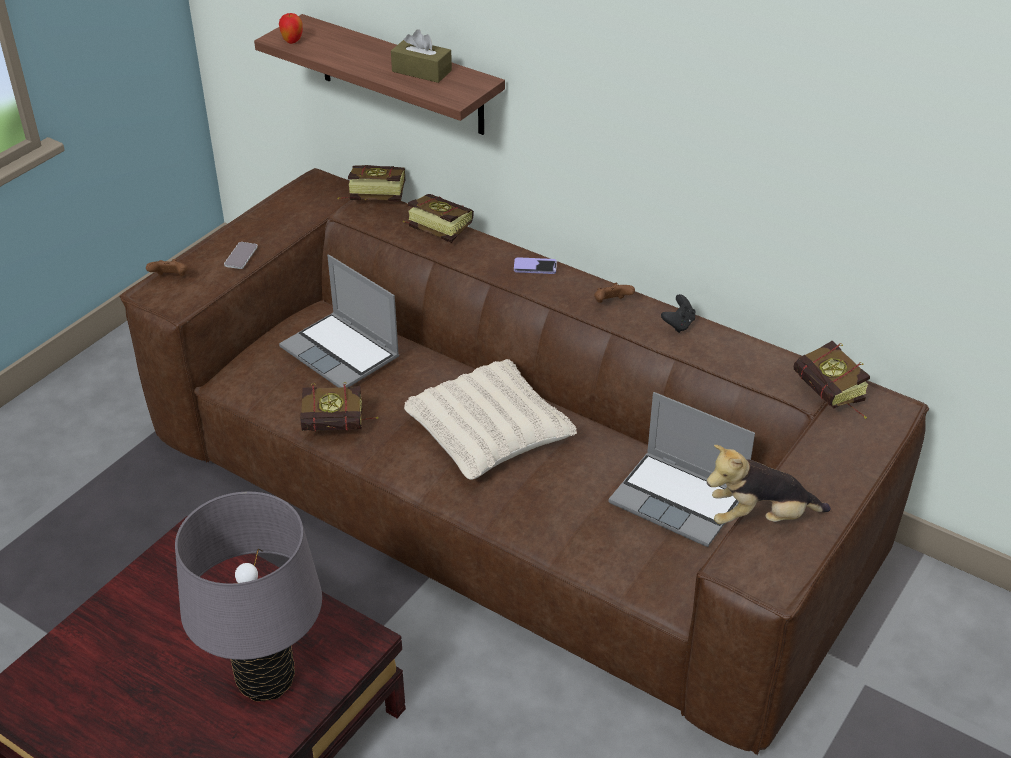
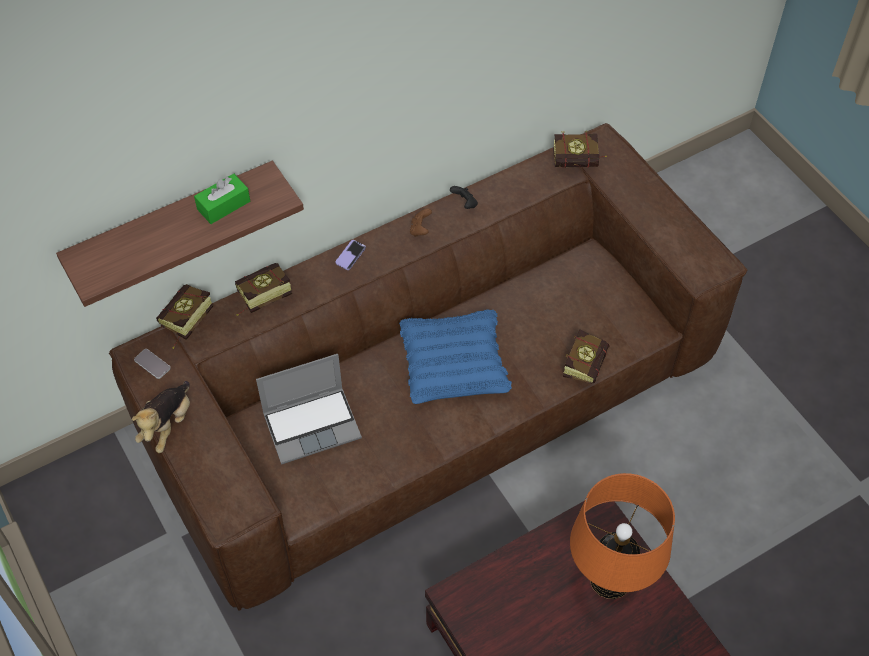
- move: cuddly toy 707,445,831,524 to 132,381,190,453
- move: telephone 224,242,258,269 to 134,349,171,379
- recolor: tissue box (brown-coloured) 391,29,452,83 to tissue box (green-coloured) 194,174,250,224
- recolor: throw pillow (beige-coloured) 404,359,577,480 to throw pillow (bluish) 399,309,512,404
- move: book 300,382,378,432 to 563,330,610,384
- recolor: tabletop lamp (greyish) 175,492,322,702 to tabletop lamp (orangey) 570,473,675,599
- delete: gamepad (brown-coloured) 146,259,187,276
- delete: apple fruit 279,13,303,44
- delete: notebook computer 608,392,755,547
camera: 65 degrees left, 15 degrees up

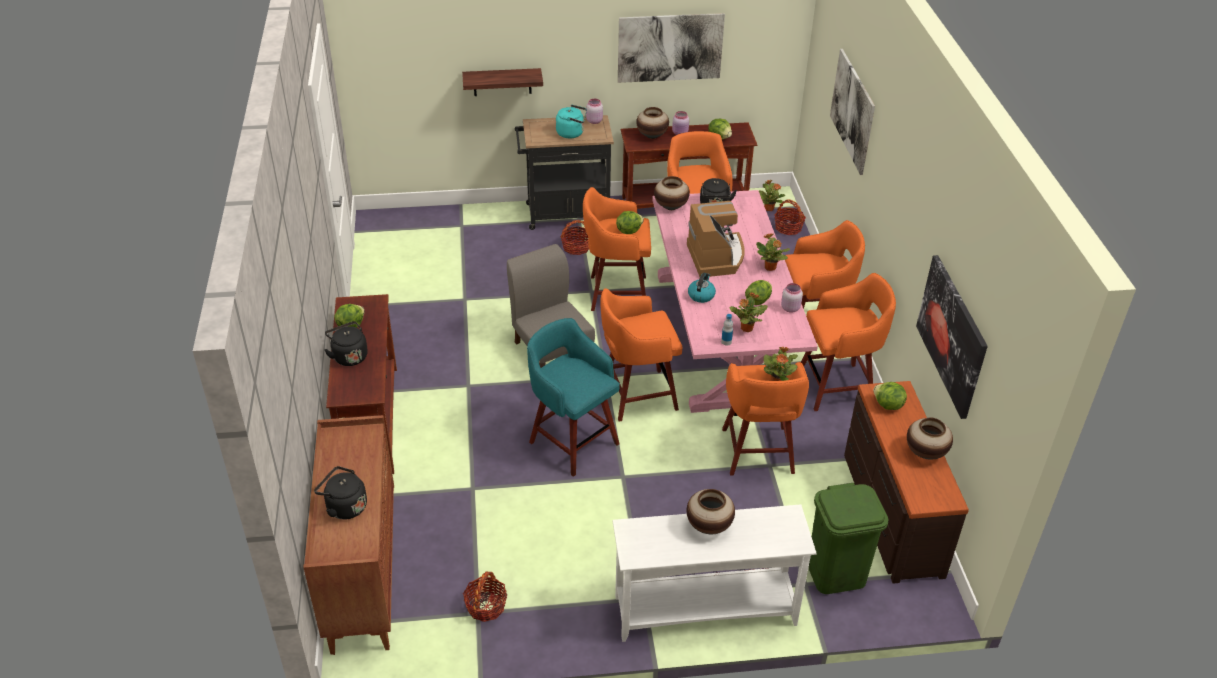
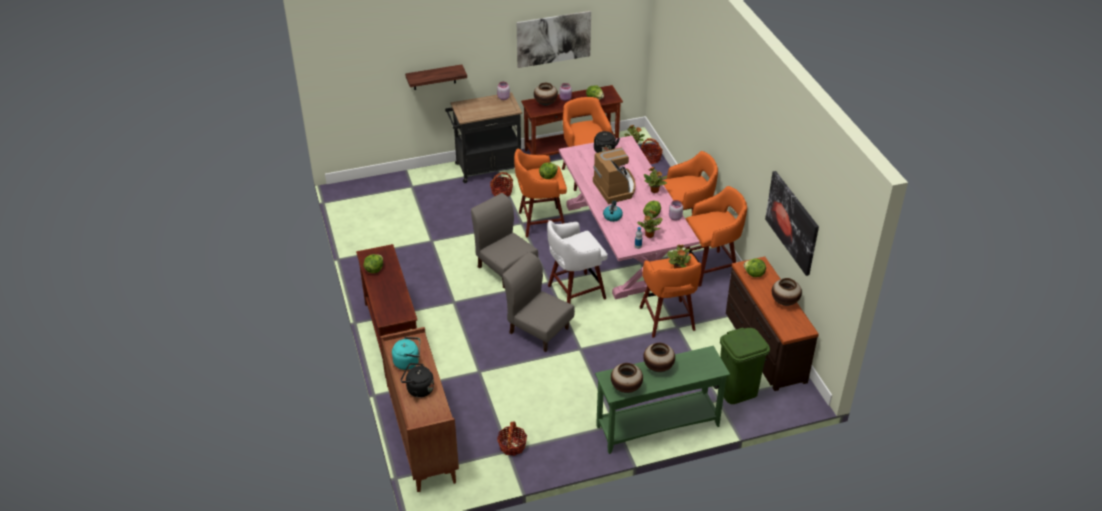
- move: kettle (turquoise) 556,105,587,138 to 392,337,420,370
- replace: sitting stool (turquoise) 527,318,620,477 to plain chair (greyish) 503,252,575,352
- recolor: sitting stool (orangey) 601,288,682,422 to sitting stool (white-coloured) 547,220,608,303
- recolor: hall table (white-coloured) 613,504,817,642 to hall table (green-coloured) 595,346,730,454
- move: decorative vase 654,176,690,210 to 611,363,643,393
- delete: kettle (black-coloured) 325,321,368,366
- delete: wall picture 830,49,875,175
camera: 10 degrees left, 0 degrees up

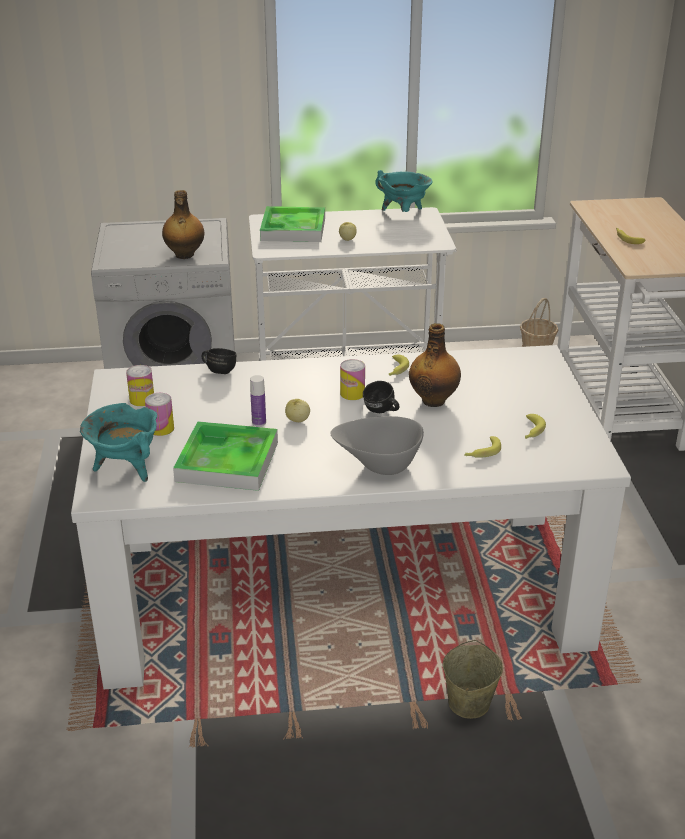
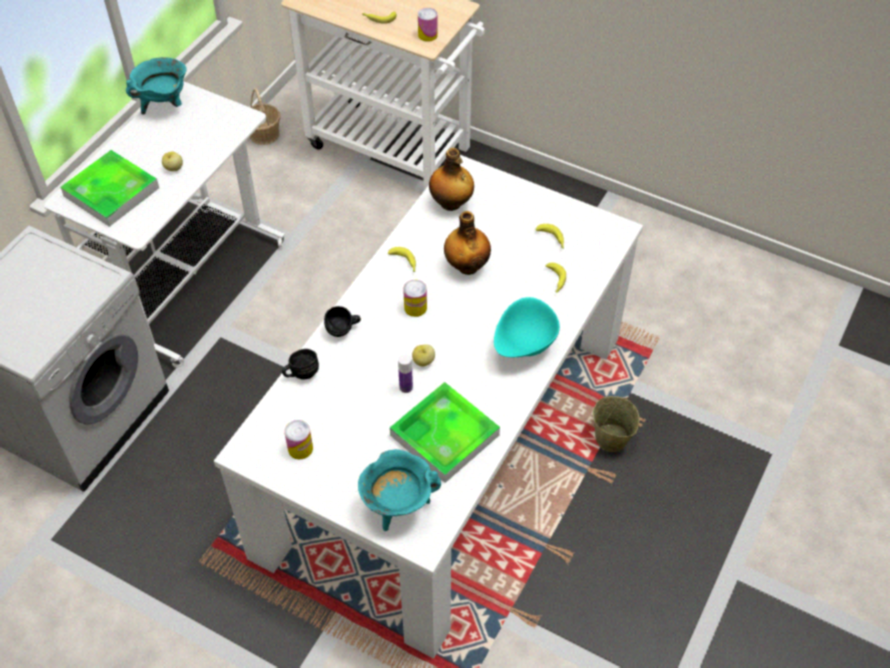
- move: coffee mug (black-coloured) 363,381,400,413 to 324,306,361,337
- move: can 145,393,174,436 to 418,8,438,42
- move: bottle 162,190,204,259 to 429,148,474,211
- recolor: serving bowl (greyish) 330,416,424,475 to serving bowl (turquoise) 494,297,560,357
camera: 55 degrees left, 20 degrees up

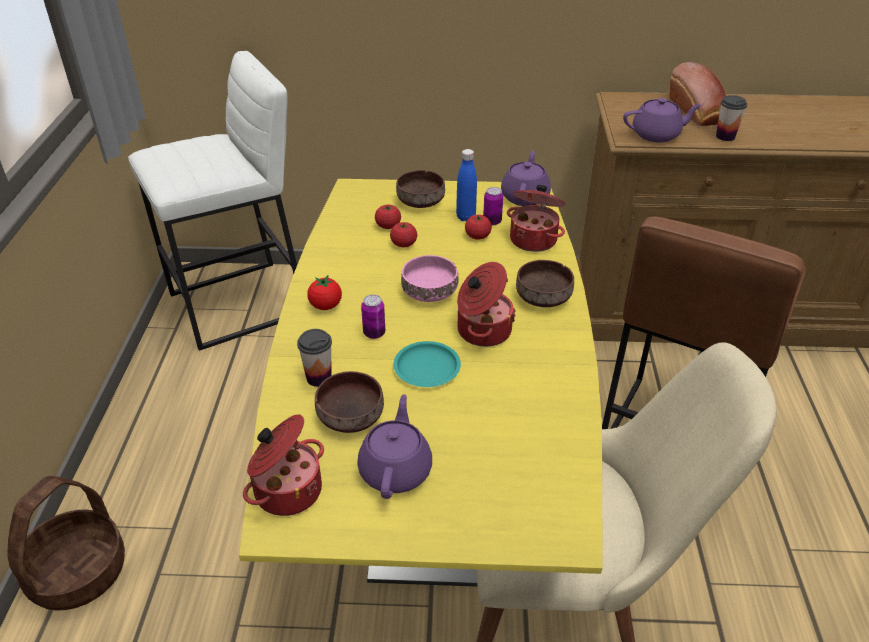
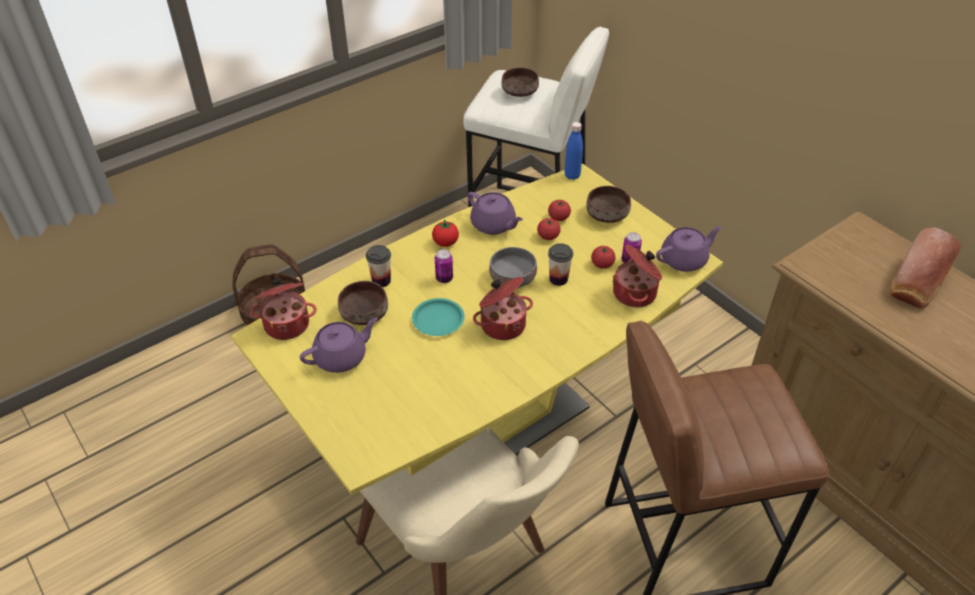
- move: teapot (purplish) 623,98,702,142 to 467,192,523,235
- recolor: serving bowl (pink) 401,255,459,302 to serving bowl (greyish) 489,247,537,288
- move: serving bowl (brown-coloured) 516,260,574,307 to 501,68,539,97
- move: cup 716,95,747,141 to 548,243,573,286
- move: bottle (bluish) 456,149,477,221 to 564,122,583,180
camera: 50 degrees right, 5 degrees up

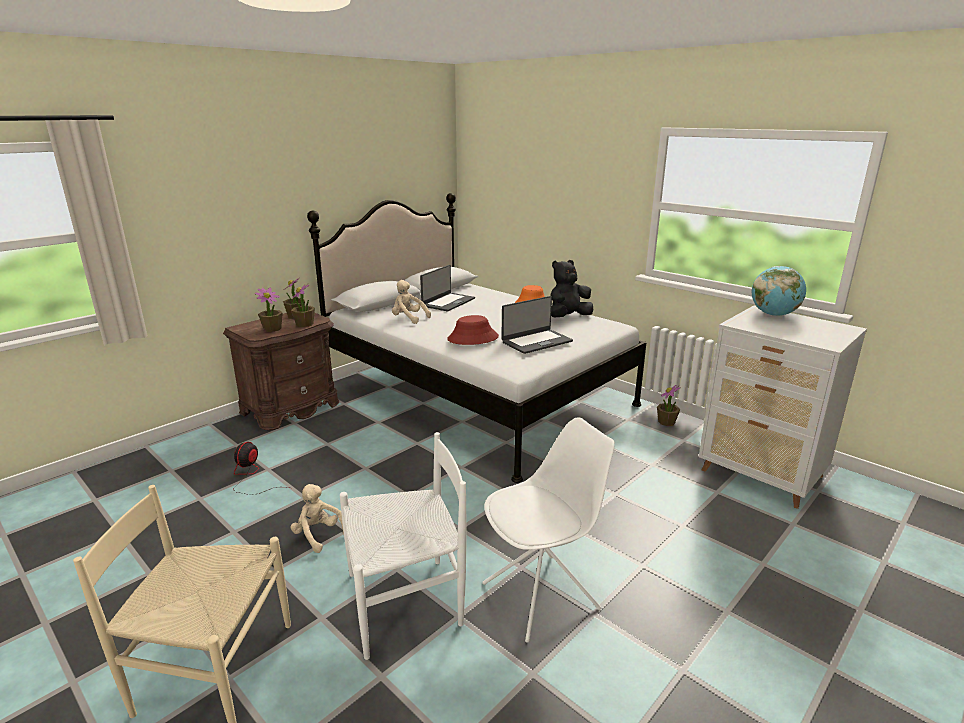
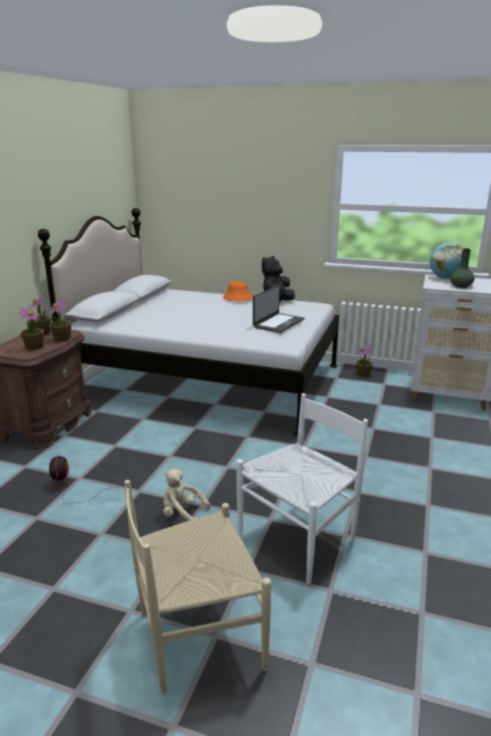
- insert: decorative vase (green-coloured) 450,248,475,288
- delete: cuddly toy (beige-coloured) 392,280,431,324
- delete: notebook computer 420,265,475,311
- delete: clothing hat (red) 447,315,499,345
- delete: plain chair (white-coloured) 482,417,615,643
camera: 25 degrees left, 0 degrees up

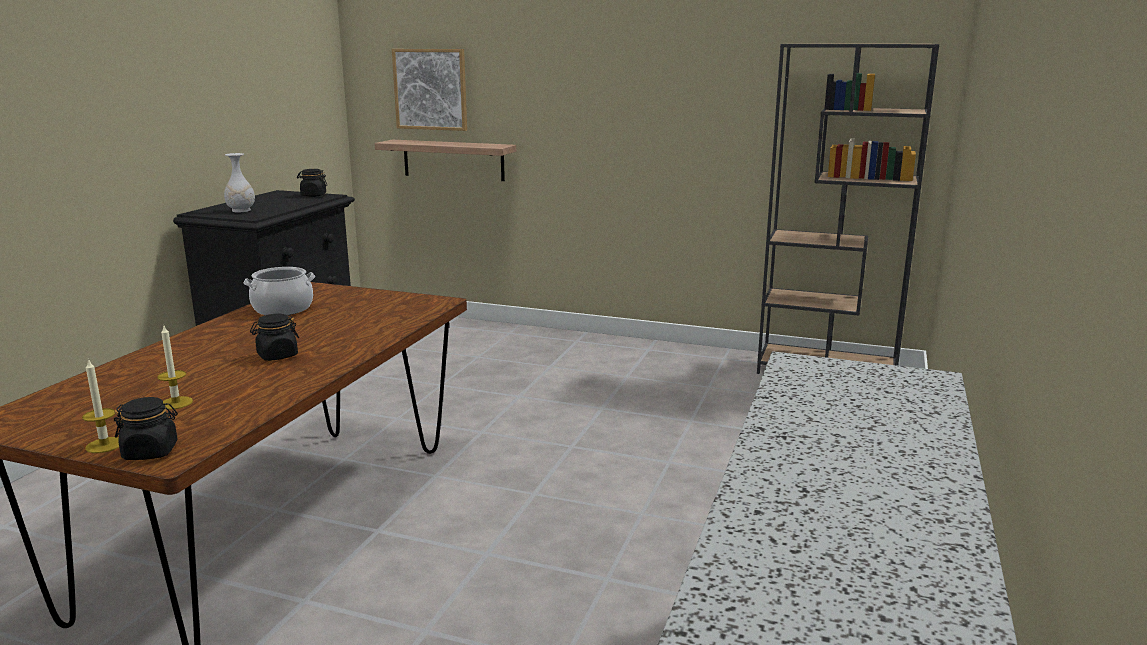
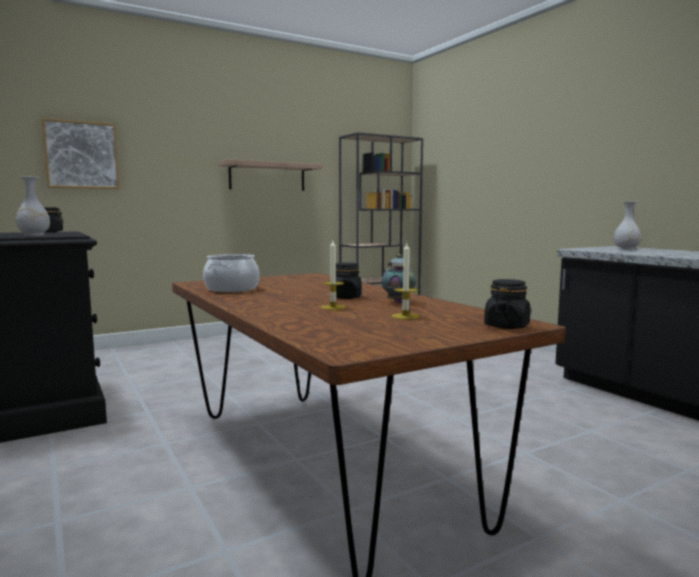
- move: bracket shelf 375,140,516,181 to 218,159,323,191
- move: wax candle 82,358,119,453 to 321,240,346,310
- insert: teapot 381,254,416,303
- insert: decorative vase (white-coloured) 614,202,641,250
camera: 50 degrees left, 10 degrees down

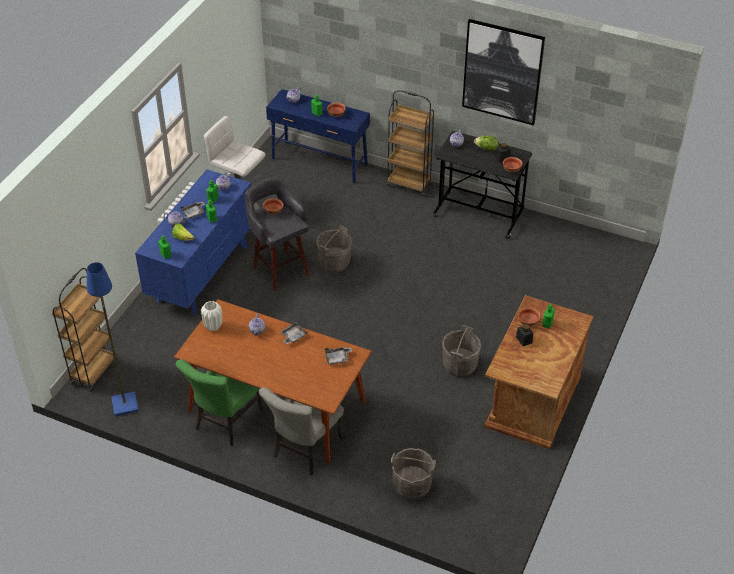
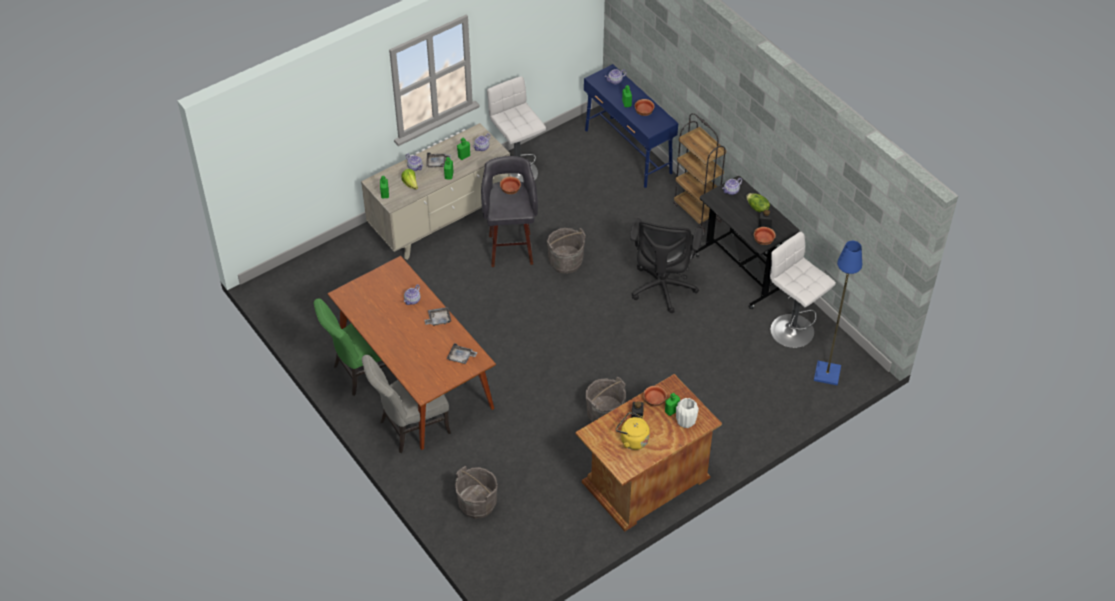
- recolor: dresser (bluish) 135,170,251,315 to dresser (beige-coloured) 361,123,511,260
- insert: kettle (yellow) 616,412,650,450
- insert: office chair (black-coloured) 630,218,703,313
- move: decorative vase (white-coloured) 201,301,222,331 to 676,398,699,428
- insert: sitting stool (white-coloured) 770,232,836,348
- move: standard lamp (bluish) 87,262,139,416 to 814,241,862,385
- delete: wheeled cart (brown-coloured) 52,268,119,392
- delete: wall picture 462,19,545,125
camera: 30 degrees right, 5 degrees up

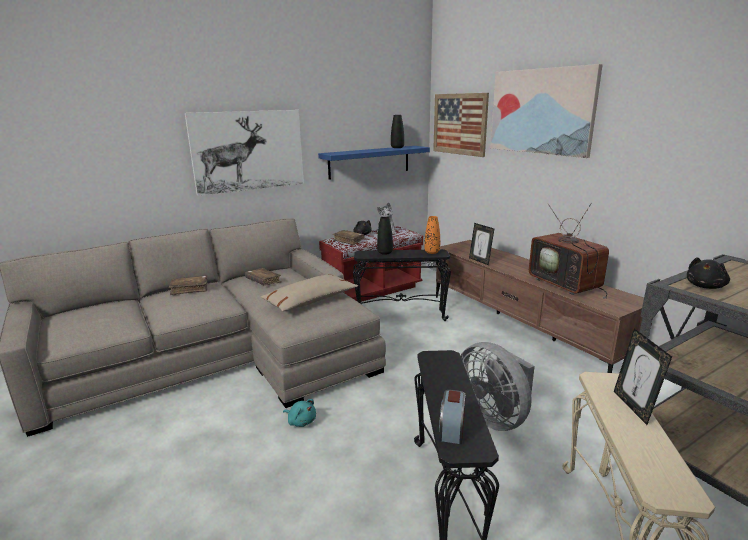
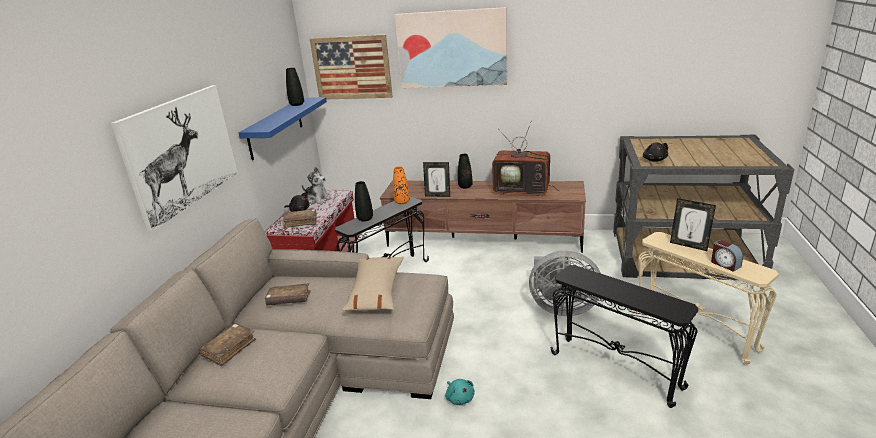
- rotate: cuddly toy (turquoise) 283,399,316,427 = 445,379,475,405 75 degrees clockwise
- insert: decorative vase (black-coloured) 458,154,472,189
- move: bedside clock 439,390,466,444 to 711,240,743,272
camera: 45 degrees left, 5 degrees up

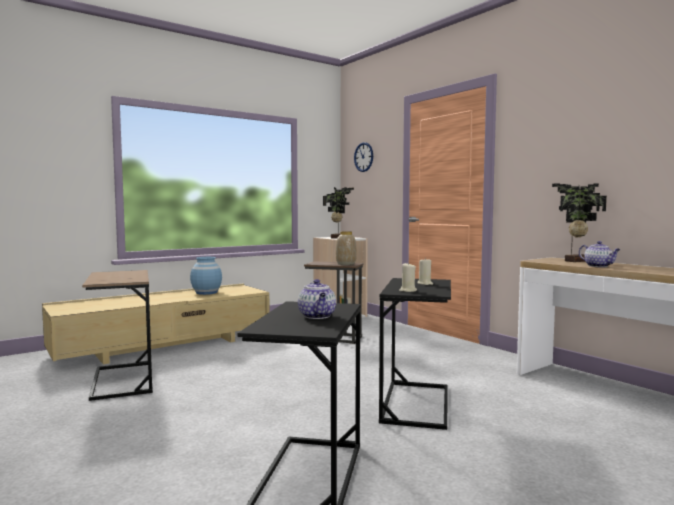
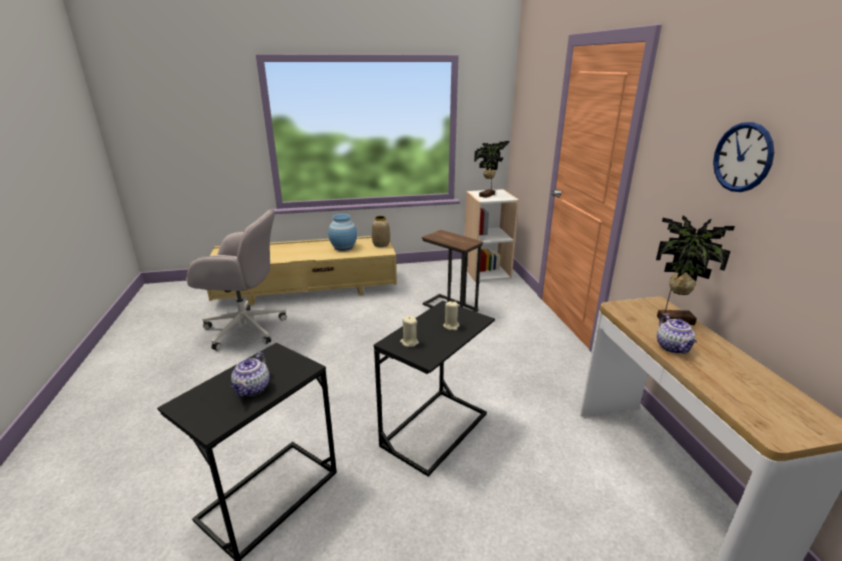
- replace: side table (brown-coloured) 82,270,153,401 to office chair (greyish) 186,210,287,351
- move: decorative vase 336,231,357,265 to 372,216,390,247
- move: wall clock 354,142,373,172 to 713,122,774,192
camera: 25 degrees right, 20 degrees up

